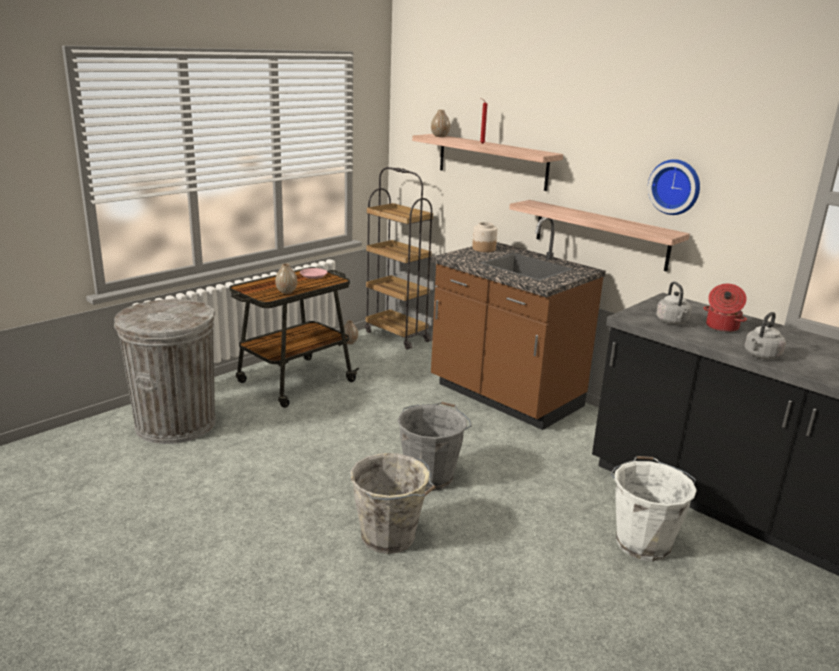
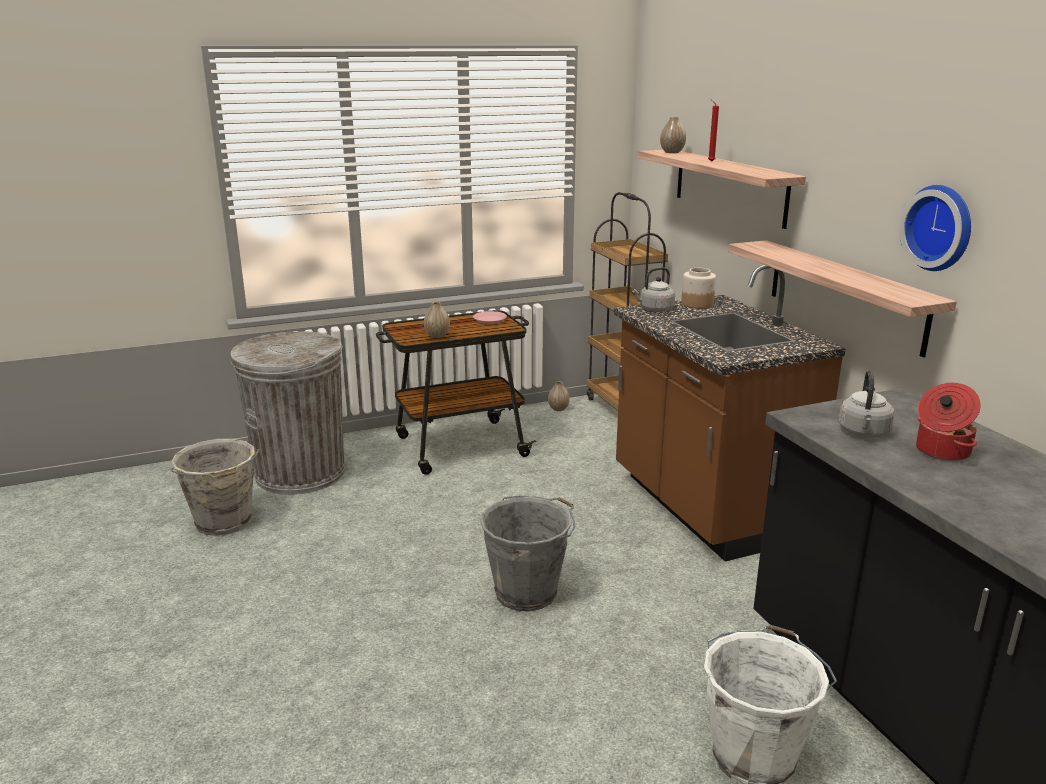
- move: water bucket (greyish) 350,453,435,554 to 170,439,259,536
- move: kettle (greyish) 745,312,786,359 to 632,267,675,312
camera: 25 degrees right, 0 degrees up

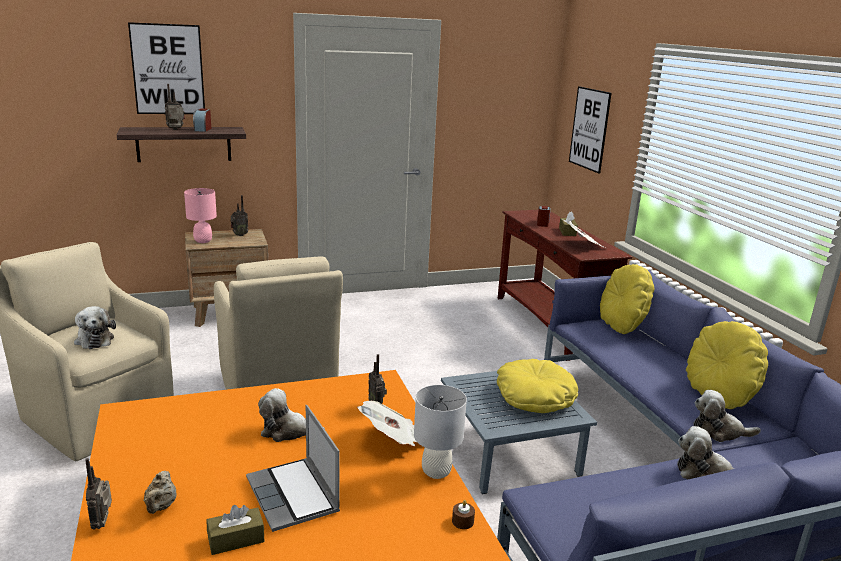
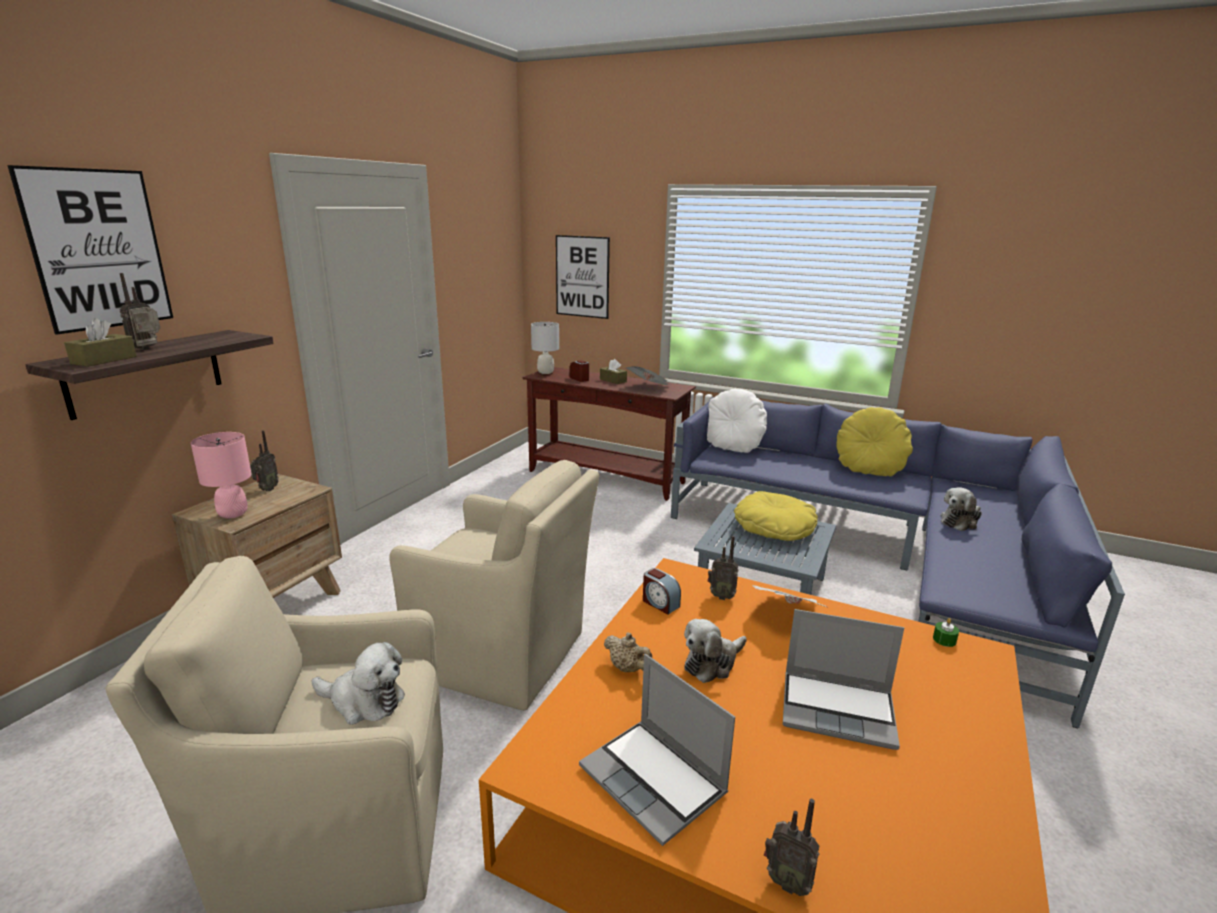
- move: tissue box (brown-coloured) 207,505,264,555 to 64,318,136,367
- move: tabletop lamp (greyish) 414,385,467,479 to 531,322,559,374
- insert: notebook computer 579,654,735,846
- move: teapot (beige-coloured) 144,471,176,514 to 604,632,652,672
- move: bedside clock 193,108,211,132 to 643,568,681,615
- recolor: throw pillow (yellow) 600,264,654,334 to throw pillow (white-coloured) 707,389,767,453
- recolor: wax candle (brown-coloured) 452,500,475,529 to wax candle (green-coloured) 933,618,959,647
- delete: cuddly toy 693,390,761,442
camera: 45 degrees left, 0 degrees up

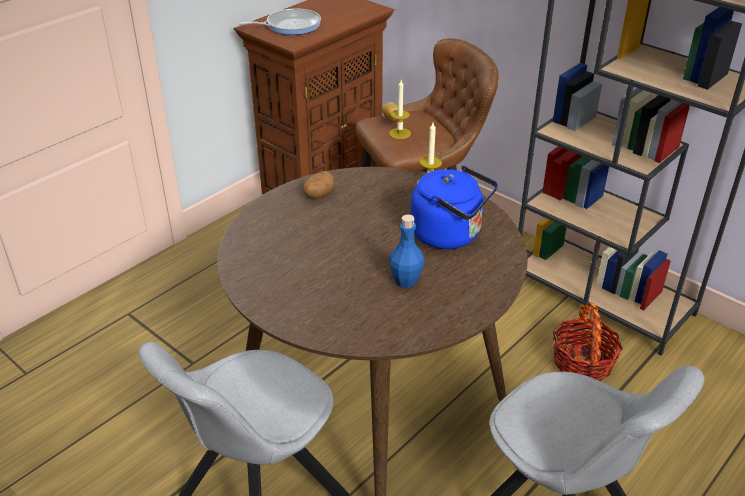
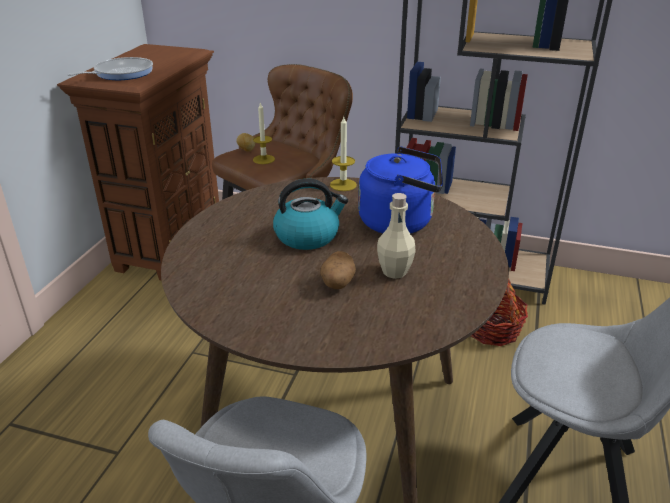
- insert: kettle 273,179,348,250
- move: spud 303,171,335,198 to 320,251,356,289
- recolor: bottle (bluish) 389,214,424,288 to bottle (beige-coloured) 377,193,416,279
camera: 25 degrees left, 5 degrees down

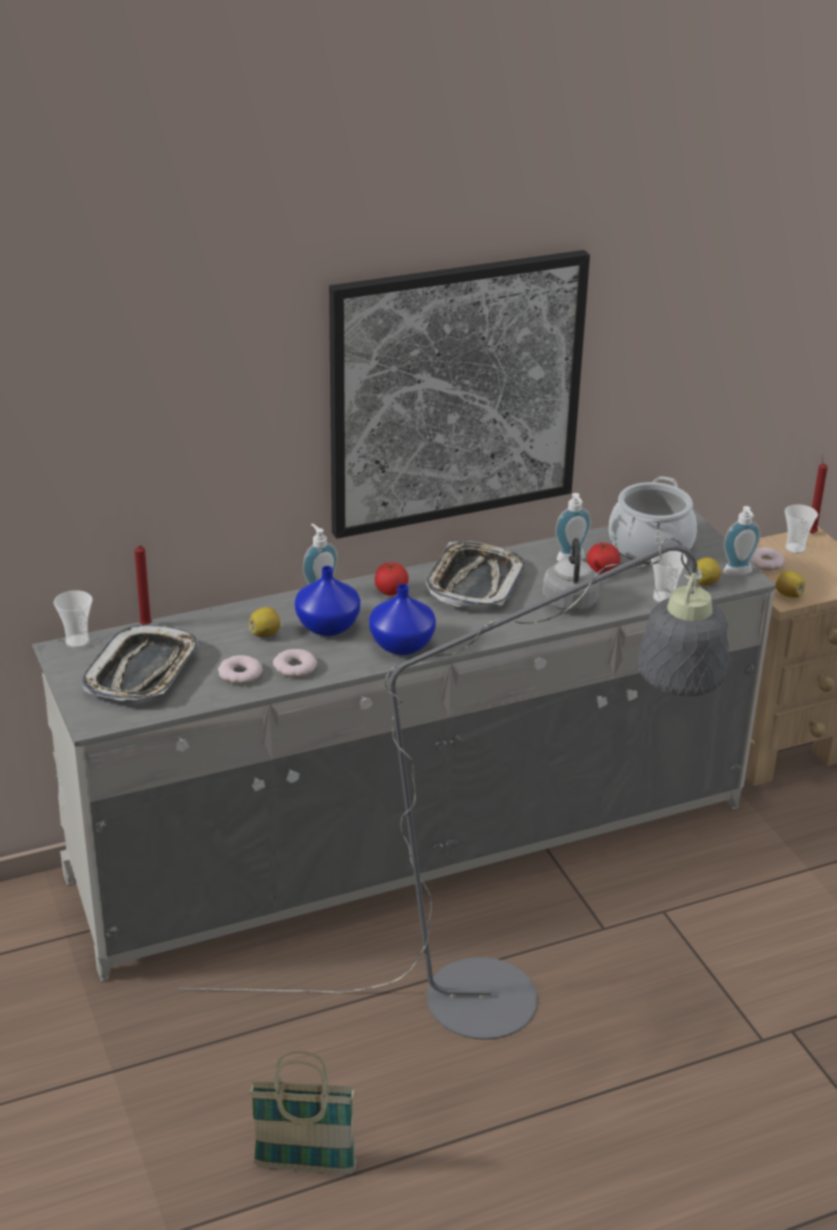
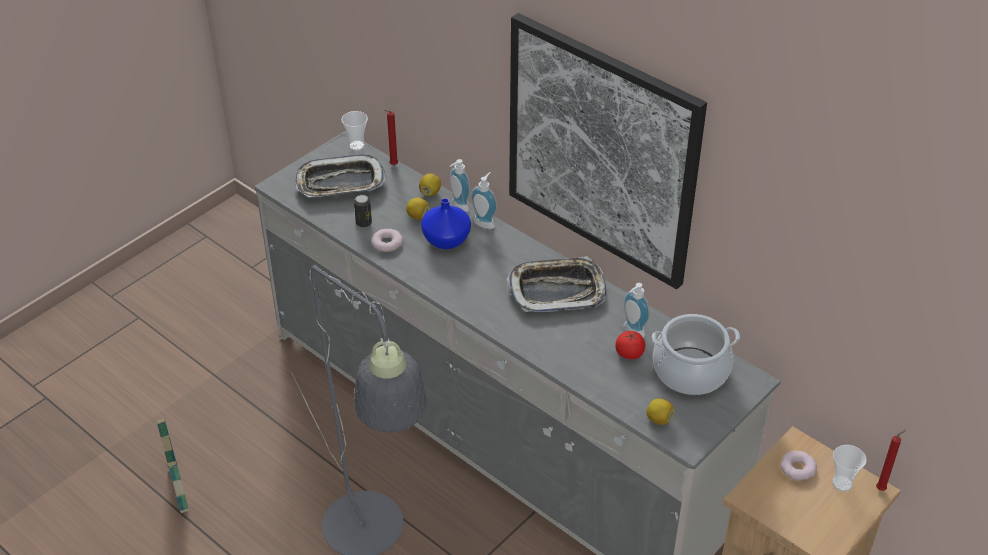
- replace: doughnut 218,655,263,684 to can 354,195,372,227
- move: lemon 775,571,805,598 to 419,174,441,196
- move: liquid soap bottle 723,506,761,576 to 450,159,470,212
- delete: decorative vase (bluish) 369,584,436,655
- delete: tomato 375,562,409,595
- delete: kettle (greyish) 543,538,600,612
- delete: cup 651,551,687,603
camera: 65 degrees right, 10 degrees up

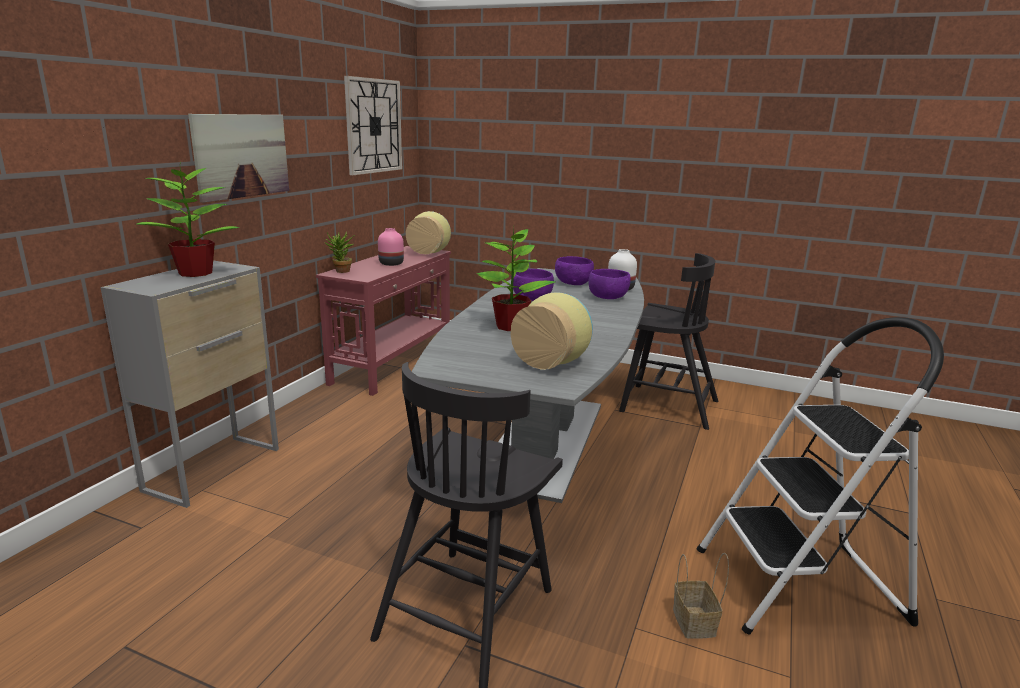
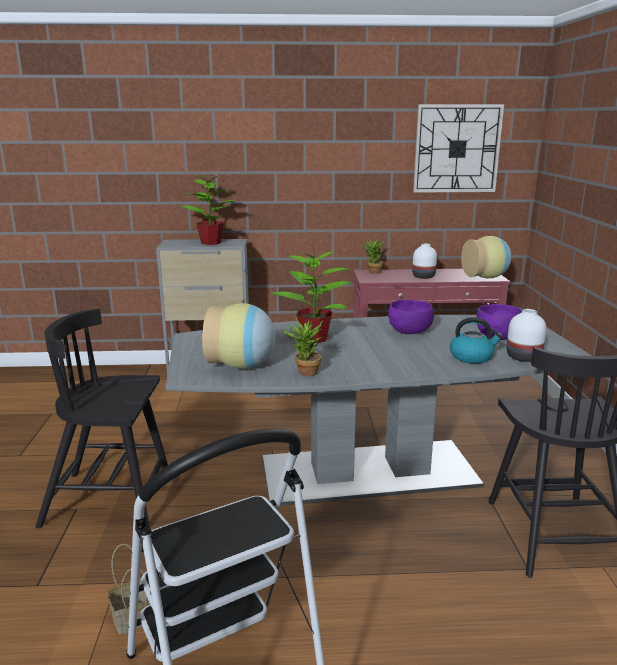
- insert: plant in a pot 282,317,323,376
- recolor: decorative vase (pink) 378,228,404,266 to decorative vase (white-coloured) 412,244,437,279
- replace: serving bowl (purplish) 588,269,631,299 to kettle 450,317,503,363
- delete: wall picture 188,114,289,203
camera: 65 degrees right, 0 degrees up

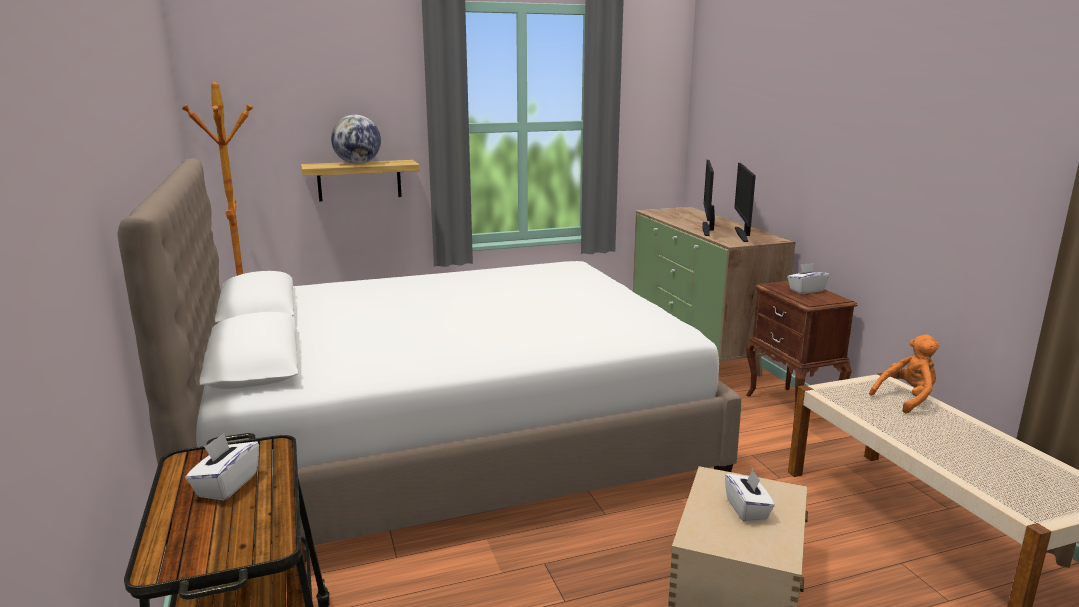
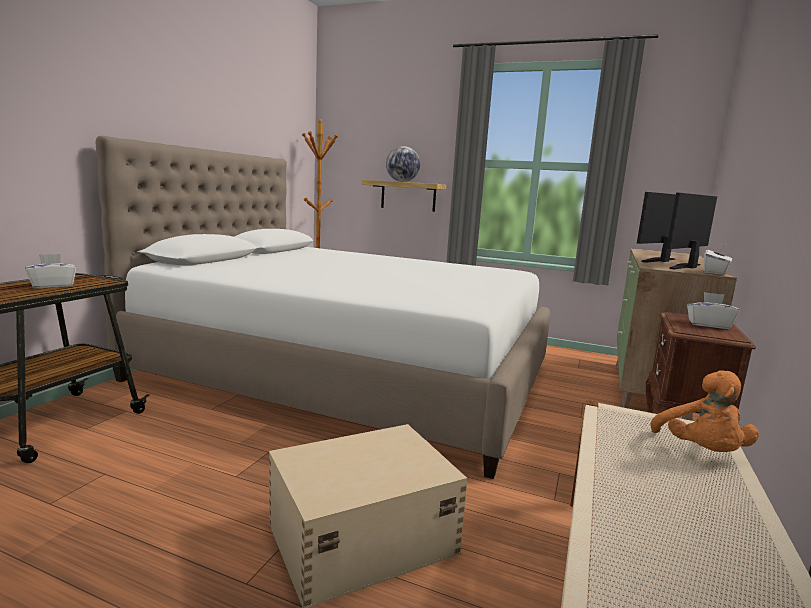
- rotate: cuddly toy (orangey) 869,335,939,414 = 651,370,759,452 75 degrees clockwise
- move: tissue box (white-coloured) 725,469,775,522 to 704,246,732,275
camera: 40 degrees right, 5 degrees down

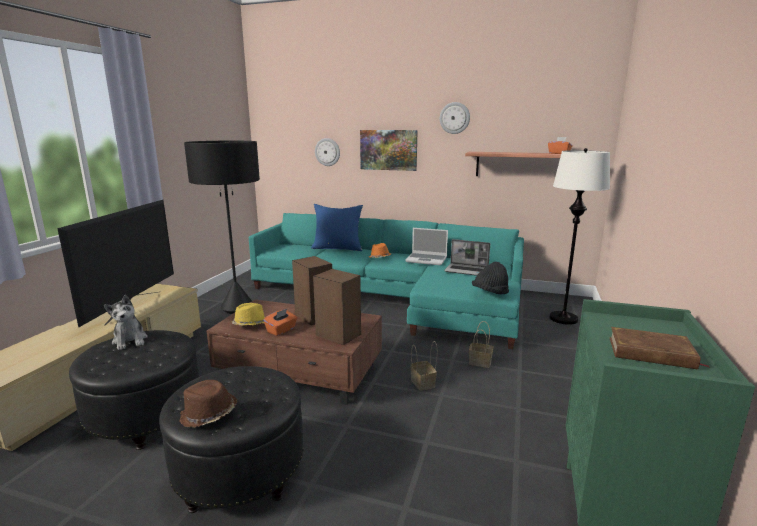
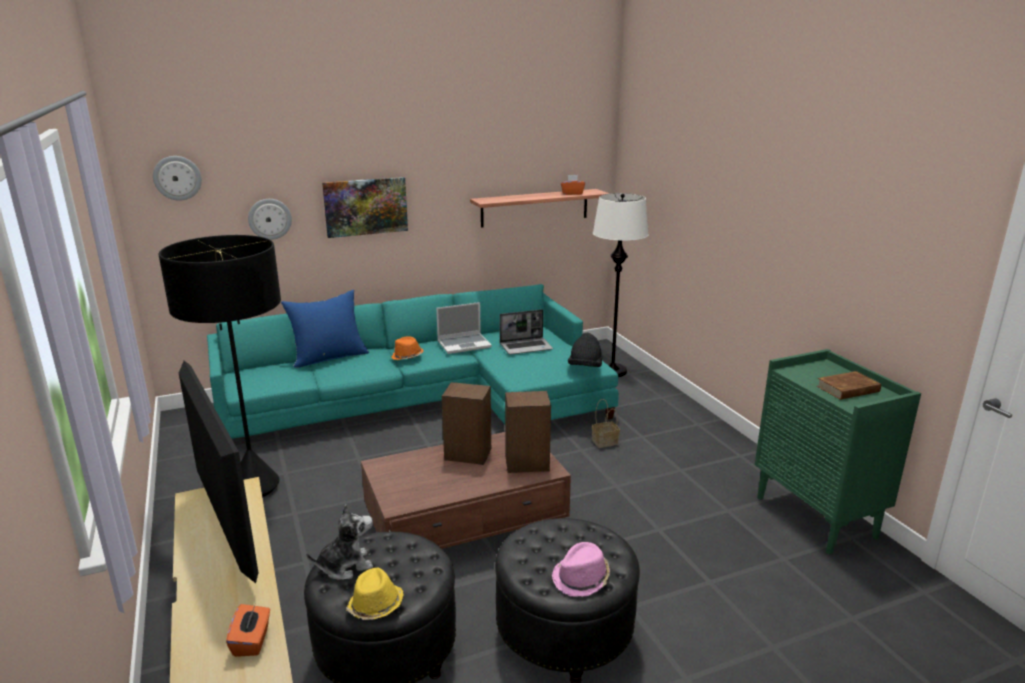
- move: wall clock 440,102,470,134 to 153,156,202,201
- move: tissue box (orangey) 264,309,297,336 to 226,604,270,657
- rotate: cuddly toy 104,295,148,350 = 306,504,373,580 45 degrees counterclockwise
- move: clothing hat (yellow) 232,303,265,325 to 346,568,404,620
- recolor: clothing hat (brown-coloured) 179,380,237,428 to clothing hat (pink) 552,542,610,597
- delete: storage basket 410,341,437,391
camera: 40 degrees left, 5 degrees up

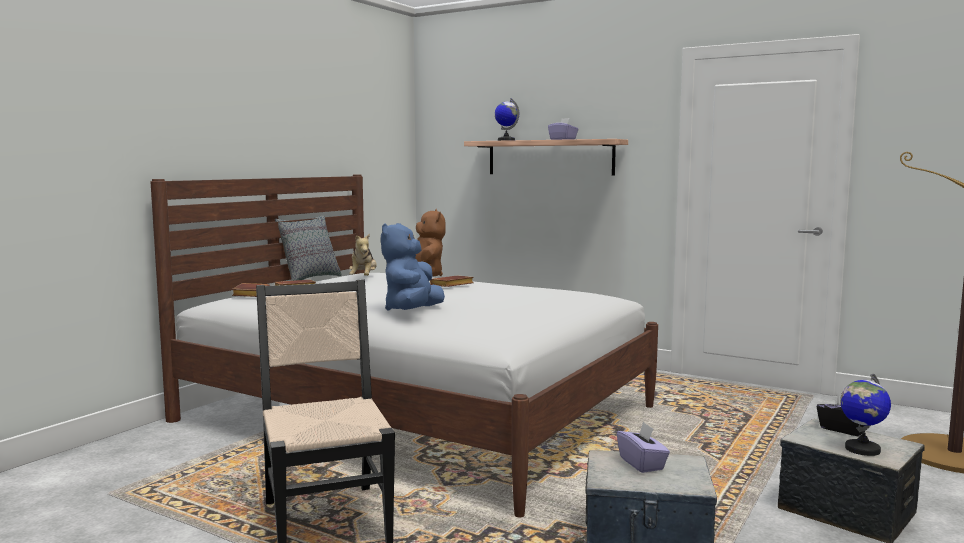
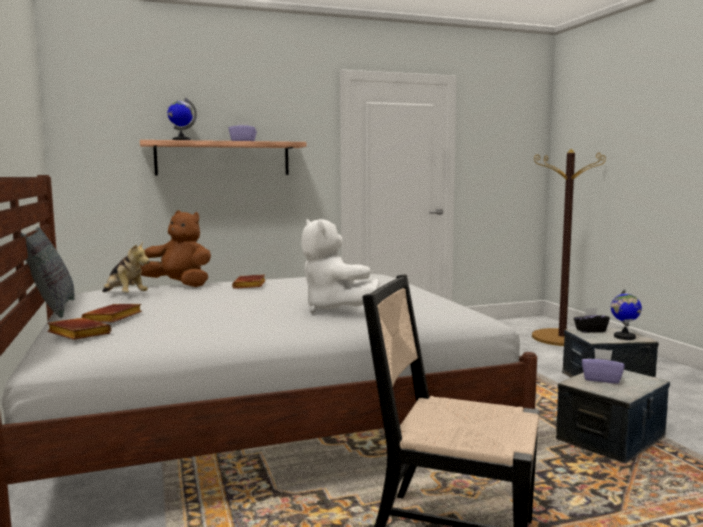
- recolor: cuddly toy (bluish) 381,223,445,311 to cuddly toy (white-coloured) 301,219,380,314
camera: 50 degrees left, 0 degrees up

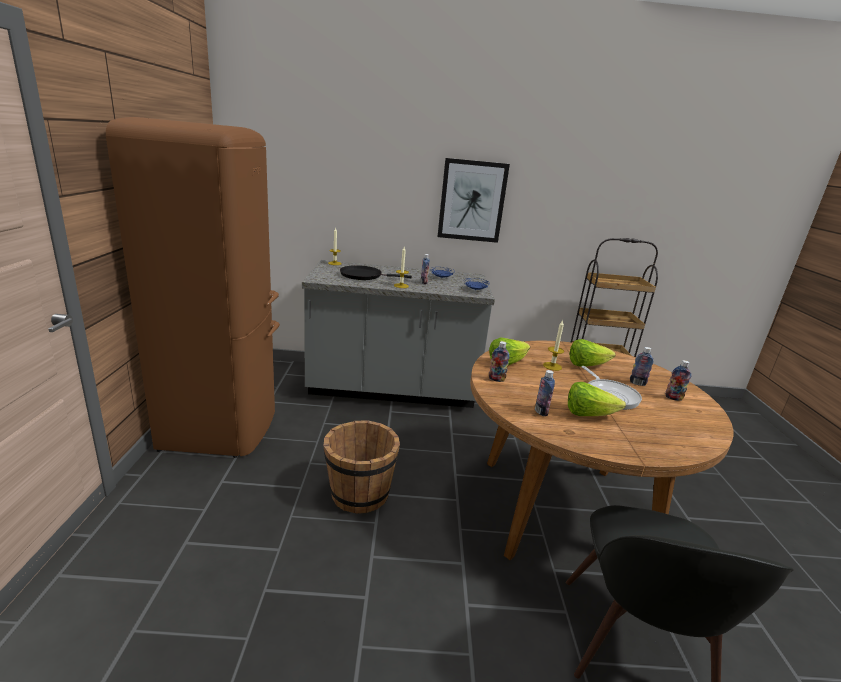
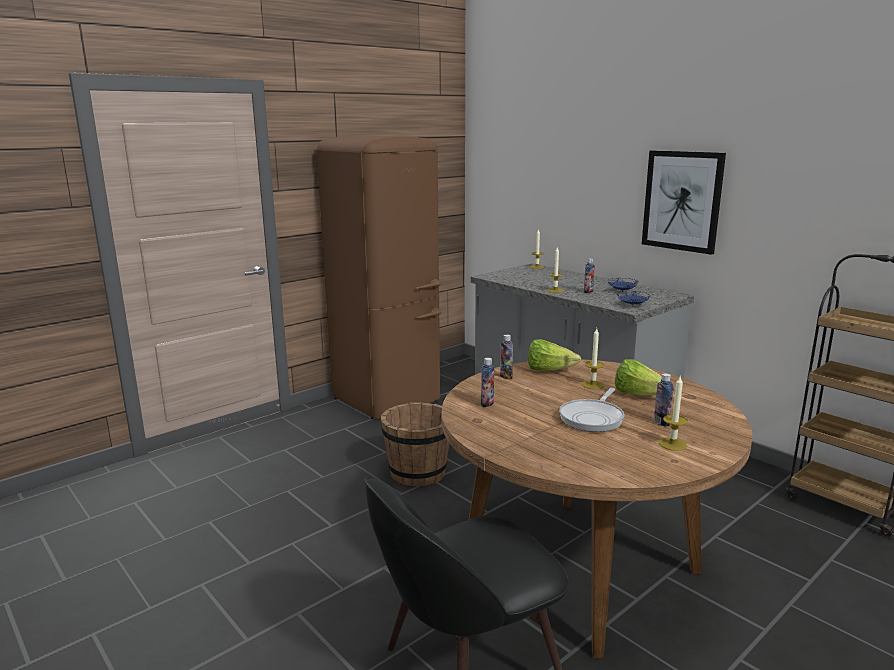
- replace: bottle 665,360,692,401 to wax candle 659,375,688,451
- delete: pan (black-coloured) 340,265,412,280
- delete: lettuce 568,382,626,416
camera: 50 degrees right, 5 degrees down

